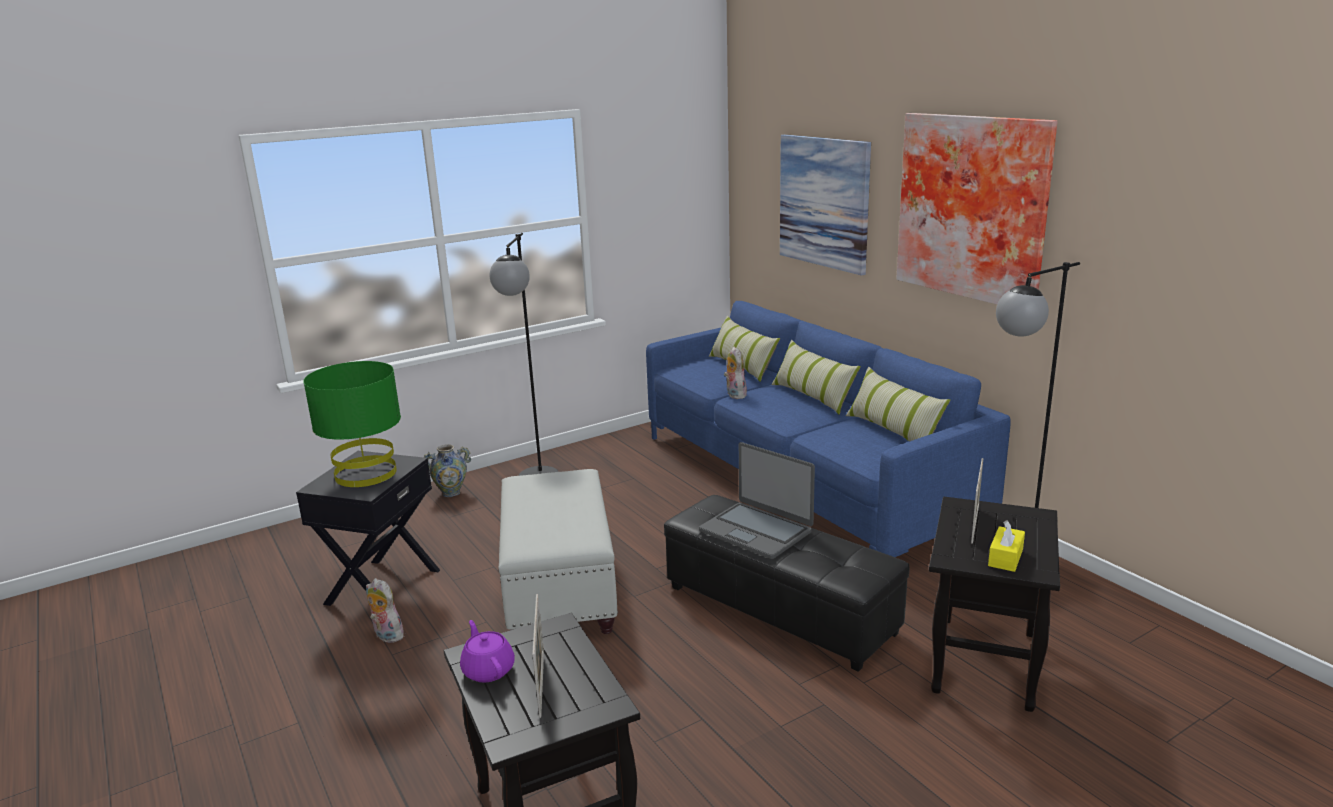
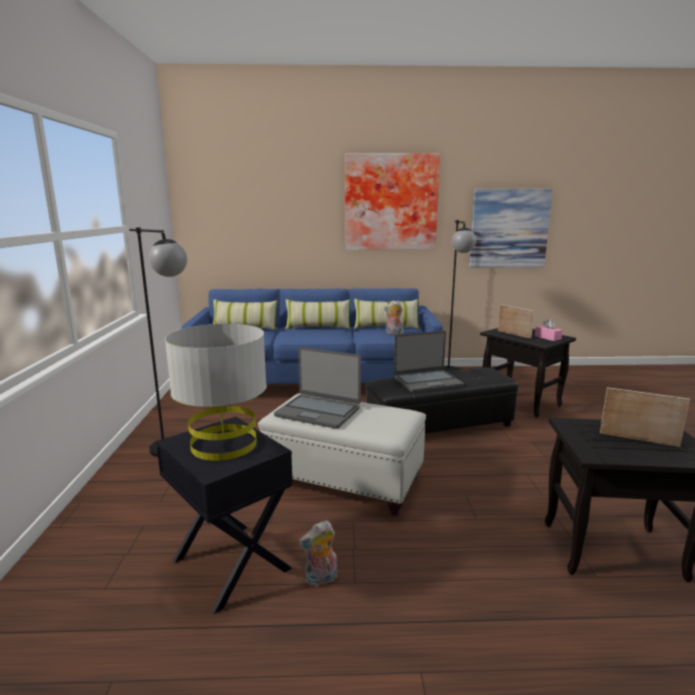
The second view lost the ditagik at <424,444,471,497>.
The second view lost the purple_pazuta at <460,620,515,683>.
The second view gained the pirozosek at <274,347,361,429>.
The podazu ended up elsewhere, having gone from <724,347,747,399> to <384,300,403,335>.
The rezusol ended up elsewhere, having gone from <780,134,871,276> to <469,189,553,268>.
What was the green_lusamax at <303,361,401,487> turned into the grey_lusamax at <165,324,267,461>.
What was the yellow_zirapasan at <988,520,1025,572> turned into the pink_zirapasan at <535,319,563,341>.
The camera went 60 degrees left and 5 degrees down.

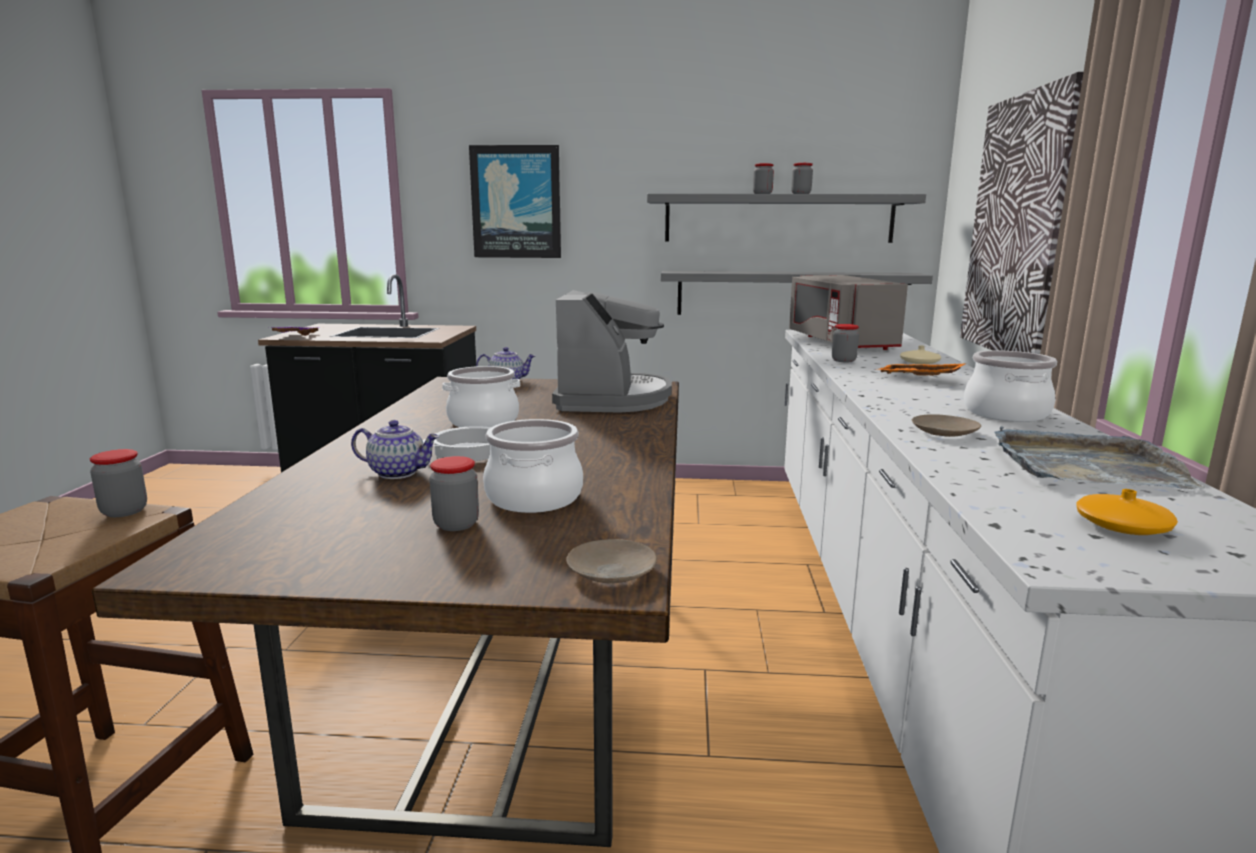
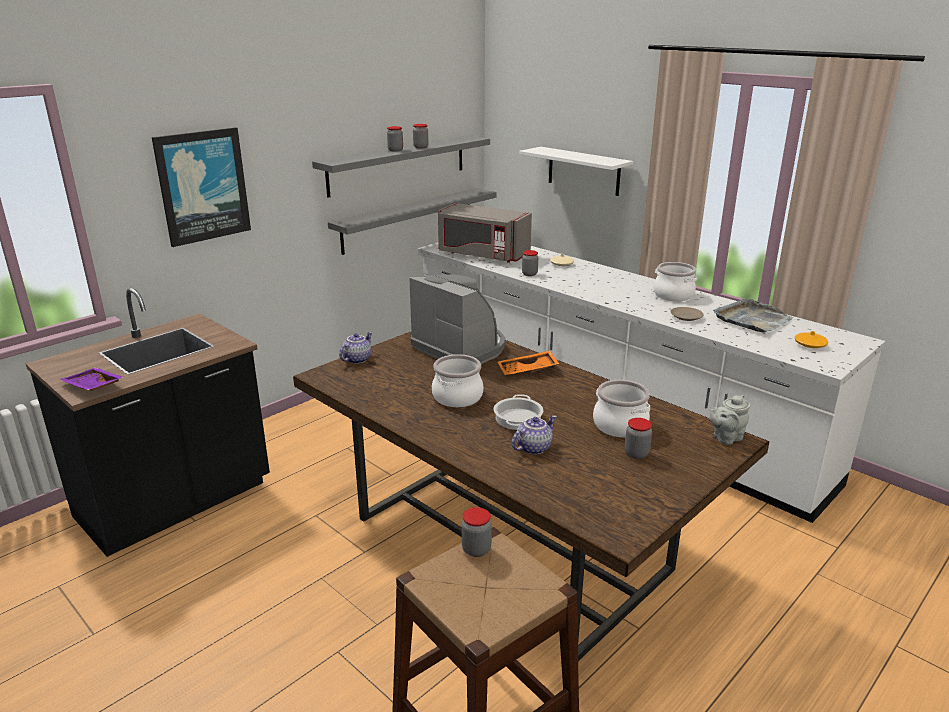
The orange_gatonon ended up elsewhere, having gone from <875,364,965,376> to <498,351,559,375>.
Where the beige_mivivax stood at <566,539,657,583>, the grey_pazuta came to stand at <710,395,750,445>.
Where the rezusol hung at <960,72,1084,354>, the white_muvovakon came to hang at <519,147,633,196>.
The camera went 50 degrees left and 10 degrees up.

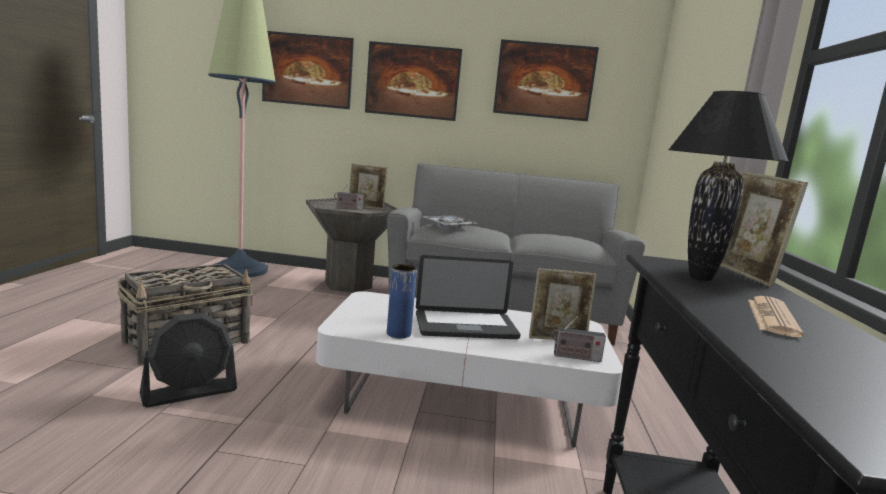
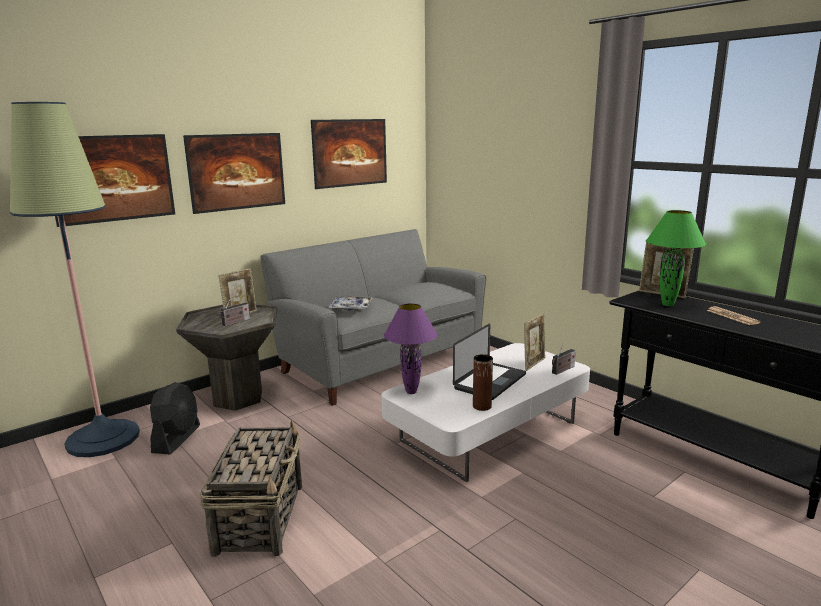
The second view gained the purple_lusamax at <384,303,437,394>.
The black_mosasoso ended up elsewhere, having gone from <140,312,237,407> to <150,382,200,455>.
What was the blue_ditagik at <387,264,417,338> turned into the brown_ditagik at <473,354,493,411>.
What was the black_lusamax at <668,91,789,281> turned into the green_lusamax at <646,210,706,306>.
The camera went 45 degrees left and 5 degrees up.

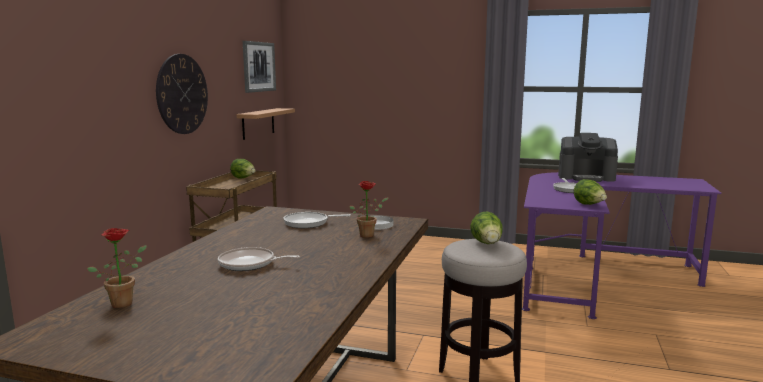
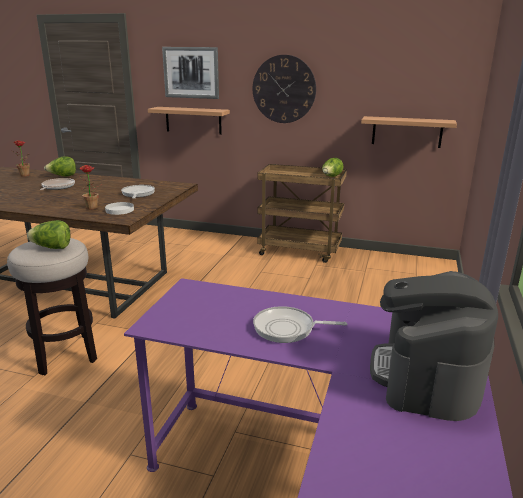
The second view gained the muvovakon at <148,107,230,135>.
The rezusol ended up elsewhere, having gone from <243,41,276,93> to <162,47,219,99>.
The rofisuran ended up elsewhere, having gone from <574,179,607,205> to <44,156,76,176>.
The camera went 90 degrees right and 10 degrees up.

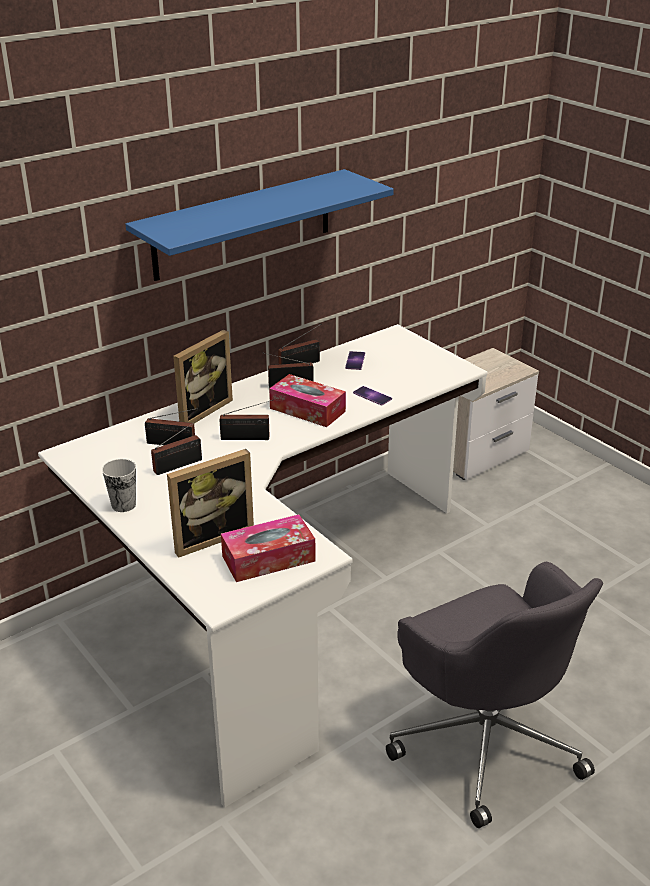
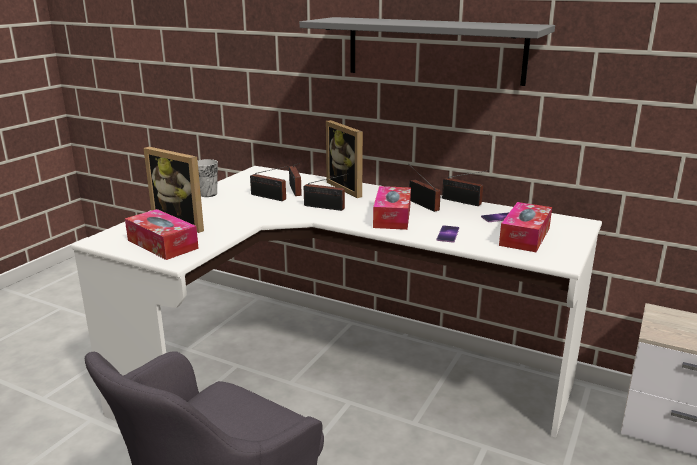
The second view gained the zirapasan at <499,202,552,252>.
What was the blue_muvovakon at <126,169,394,281> turned into the grey_muvovakon at <299,17,555,86>.
The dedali at <173,330,233,423> ended up facing another way, 45 degrees clockwise from before.
The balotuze at <220,399,274,440> ended up facing another way, 45 degrees counterclockwise from before.
The camera went 65 degrees right and 10 degrees down.

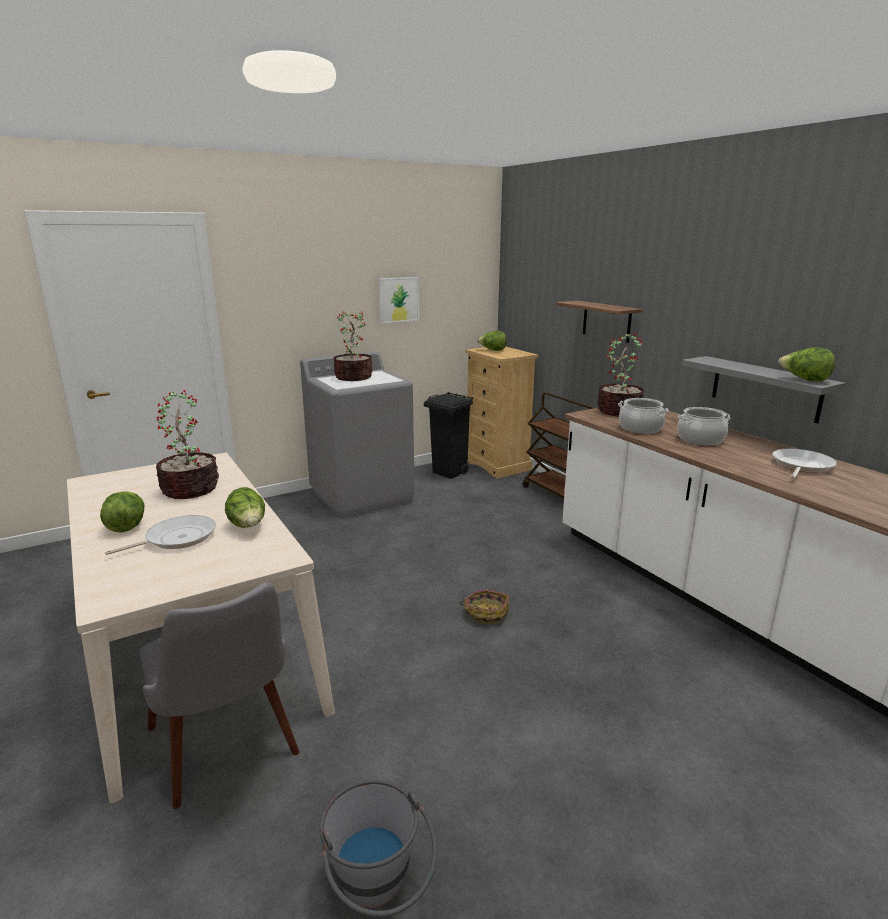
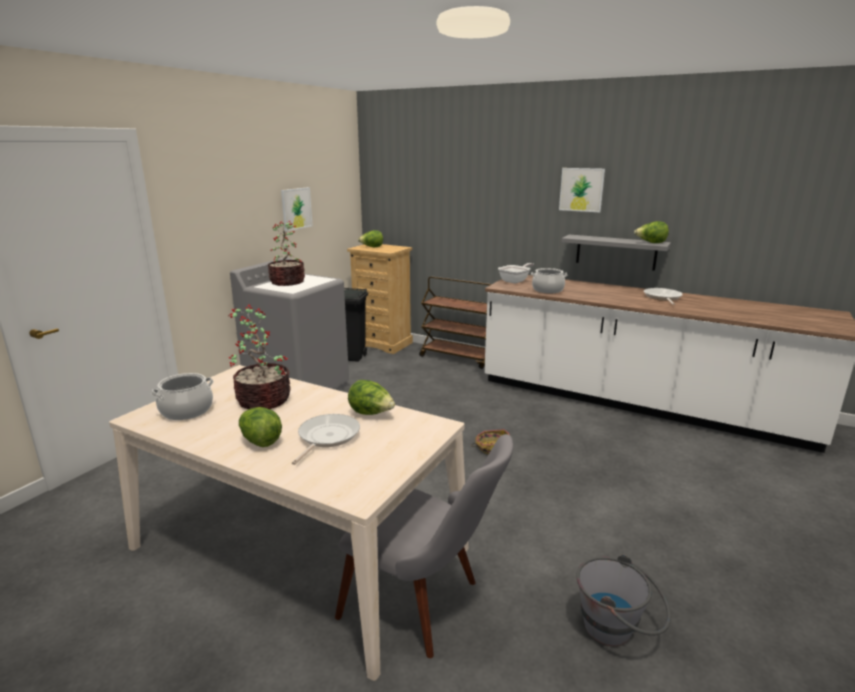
The second view lost the muvovakon at <556,301,643,343>.
The second view gained the rezusol at <559,168,605,212>.
The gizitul ended up elsewhere, having gone from <677,407,730,445> to <151,373,214,420>.
Where the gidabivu stood at <597,333,645,416>, the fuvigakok came to stand at <498,263,534,284>.
The camera went 30 degrees left and 0 degrees up.

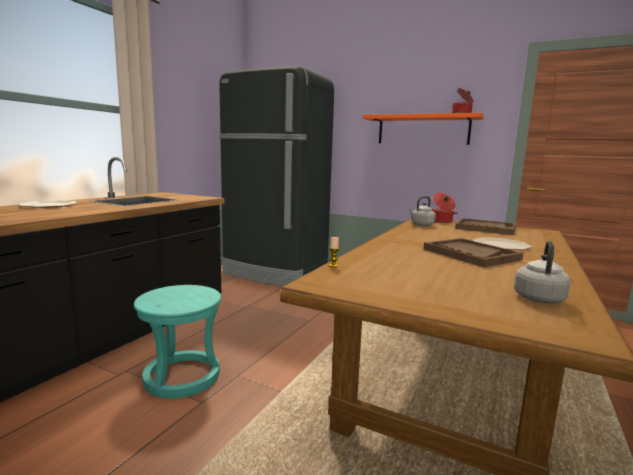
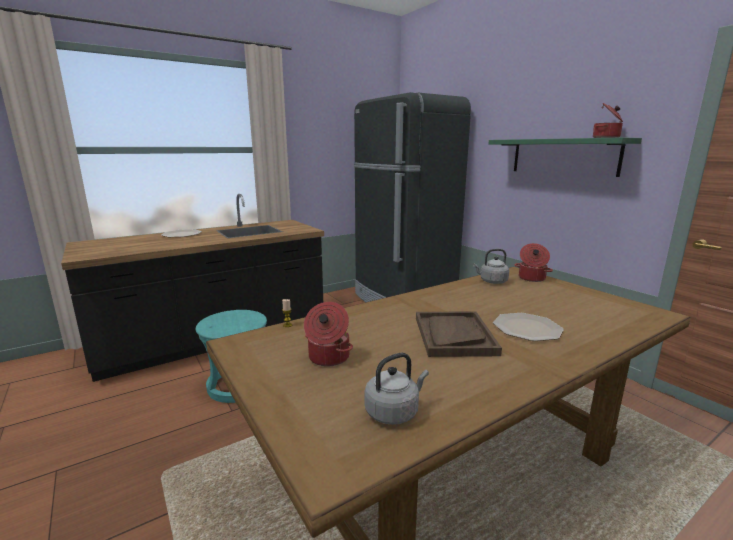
The second view lost the brown_gatonon at <455,218,516,235>.
The second view gained the gizitul at <304,302,353,366>.
What was the orange_muvovakon at <363,113,484,145> turned into the green_muvovakon at <489,137,642,177>.
The camera went 30 degrees right and 5 degrees up.

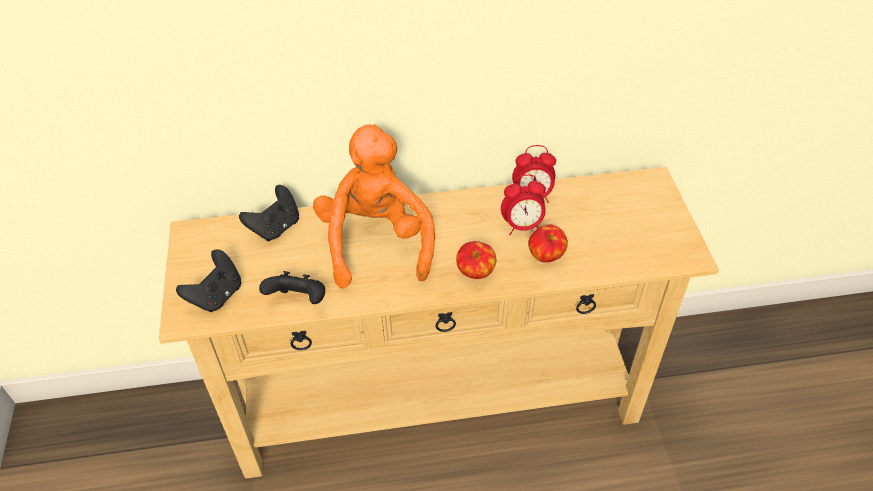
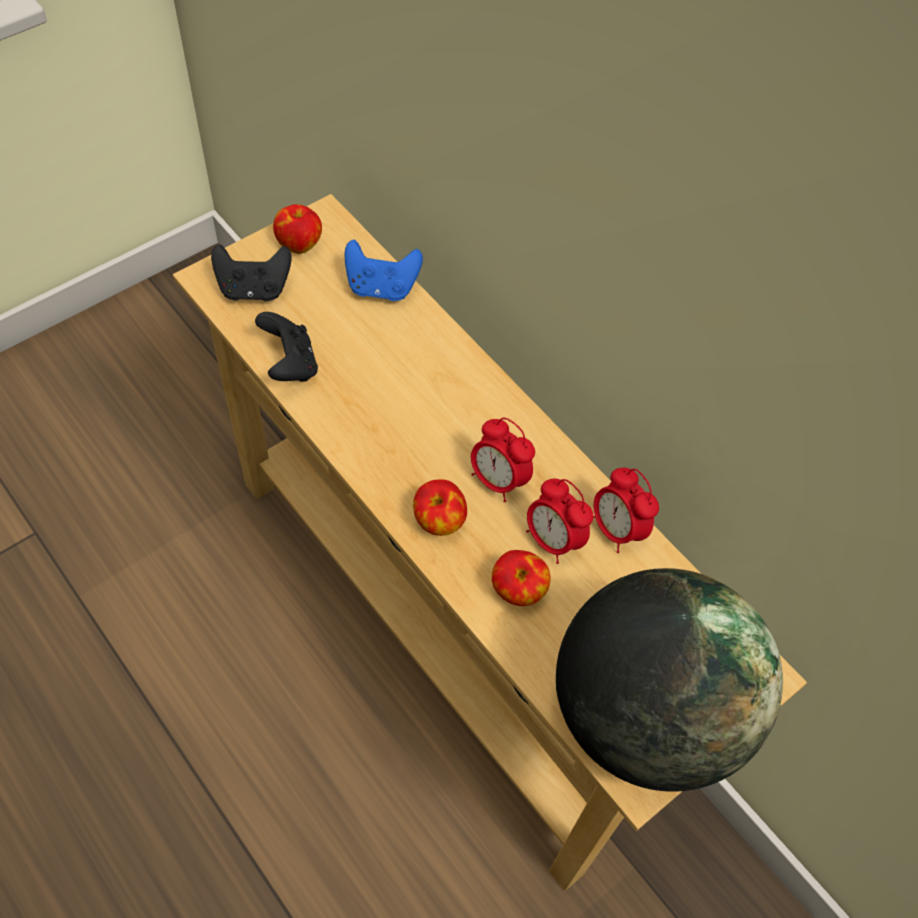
The second view lost the orange_podazu at <313,124,435,289>.
The second view gained the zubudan at <273,204,322,254>.
The second view gained the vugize at <471,418,535,502>.
The second view gained the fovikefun at <556,568,783,792>.
What was the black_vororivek at <239,185,299,241> turned into the blue_vororivek at <344,240,423,301>.
The camera went 55 degrees right and 10 degrees up.

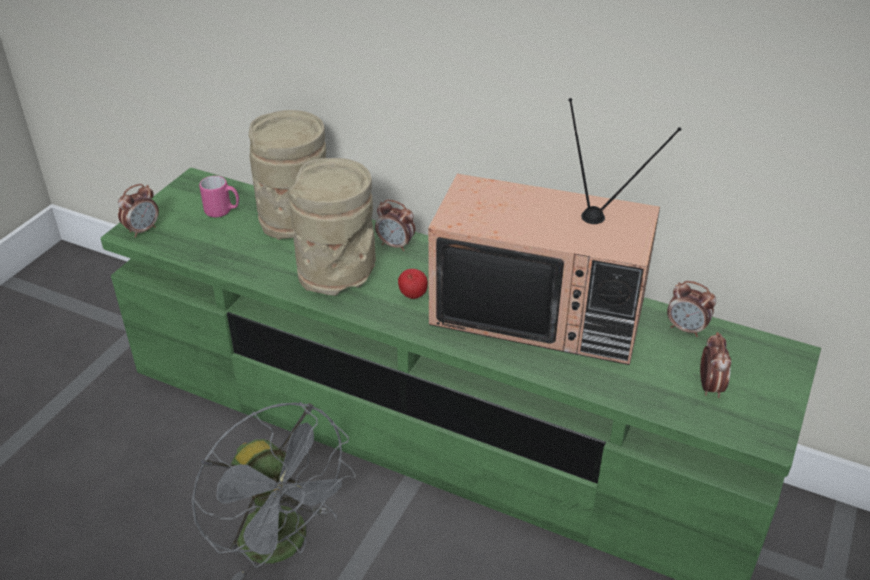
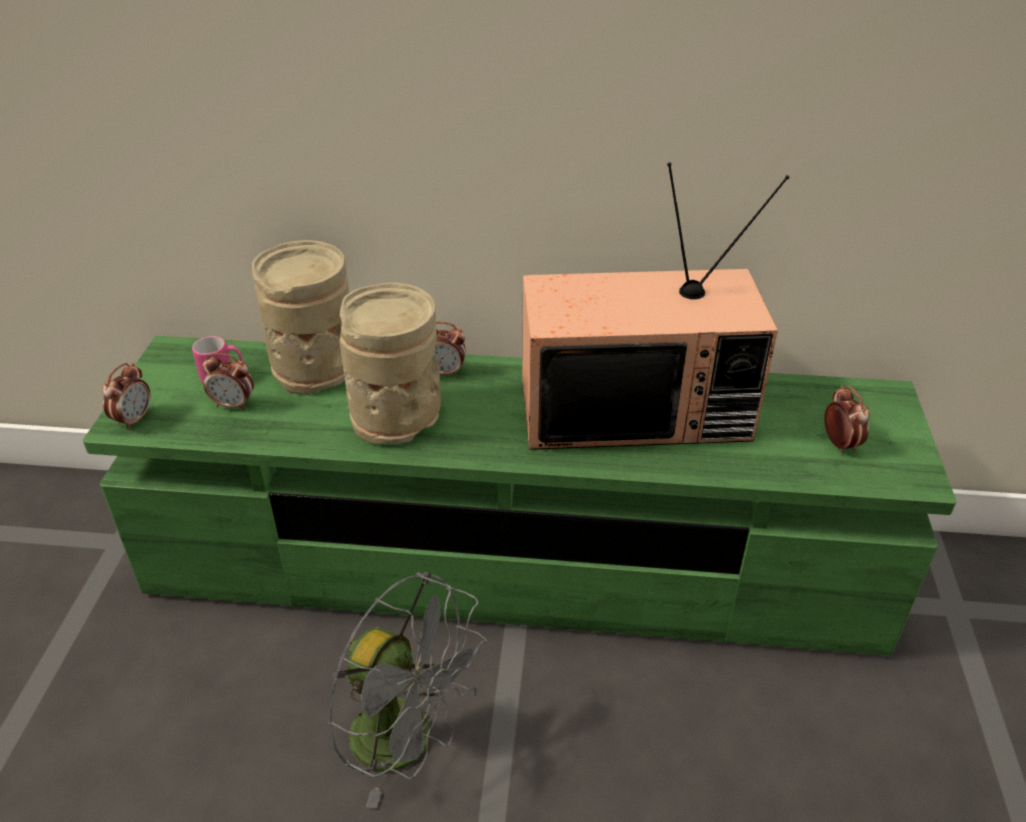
The second view lost the zubudan at <398,269,428,299>.
The vugize ended up elsewhere, having gone from <667,281,716,337> to <202,353,254,411>.
The camera went 20 degrees left and 0 degrees up.

